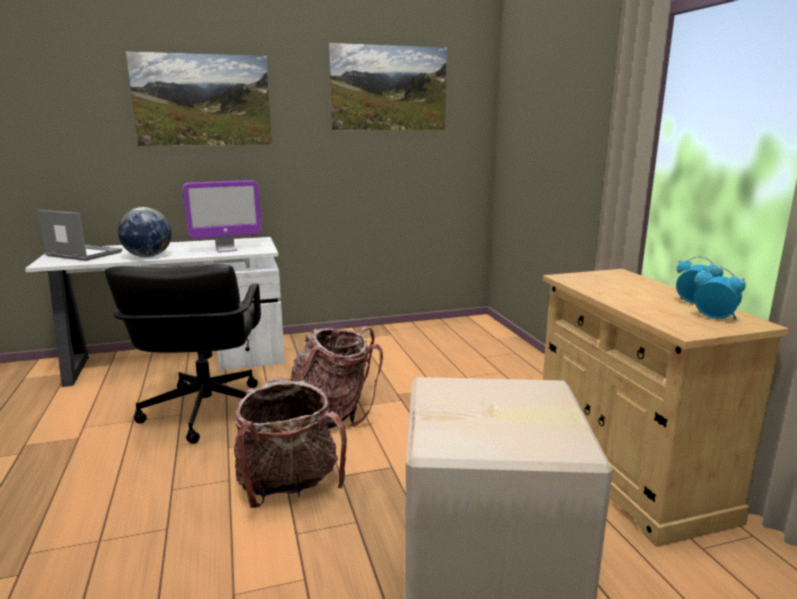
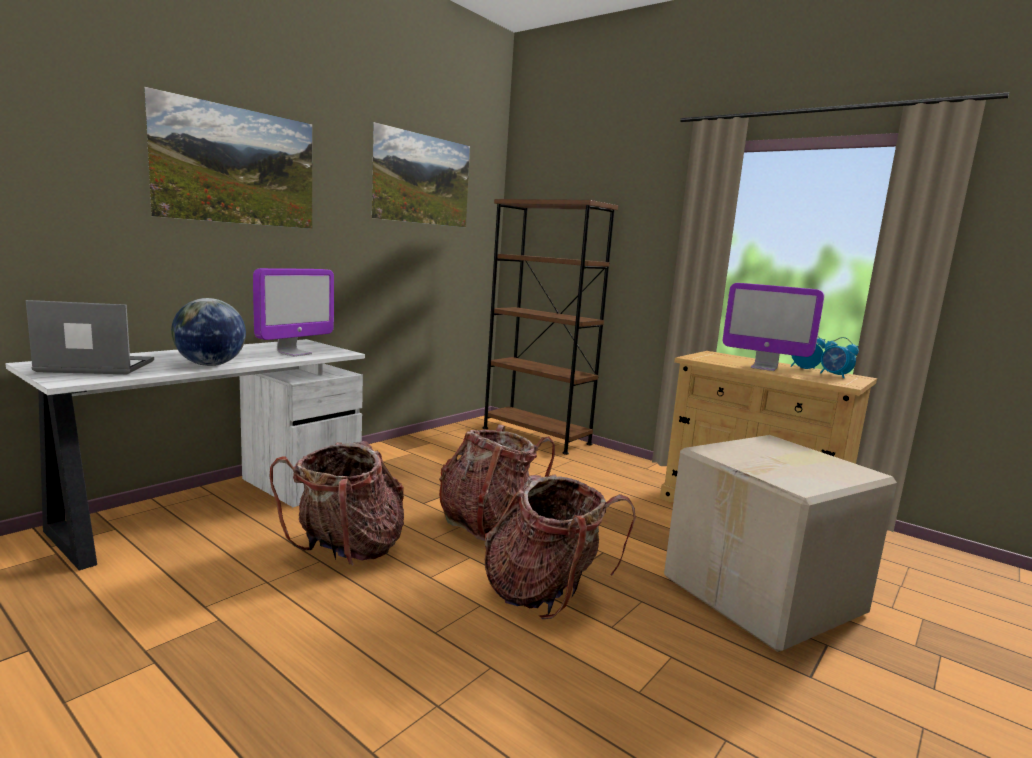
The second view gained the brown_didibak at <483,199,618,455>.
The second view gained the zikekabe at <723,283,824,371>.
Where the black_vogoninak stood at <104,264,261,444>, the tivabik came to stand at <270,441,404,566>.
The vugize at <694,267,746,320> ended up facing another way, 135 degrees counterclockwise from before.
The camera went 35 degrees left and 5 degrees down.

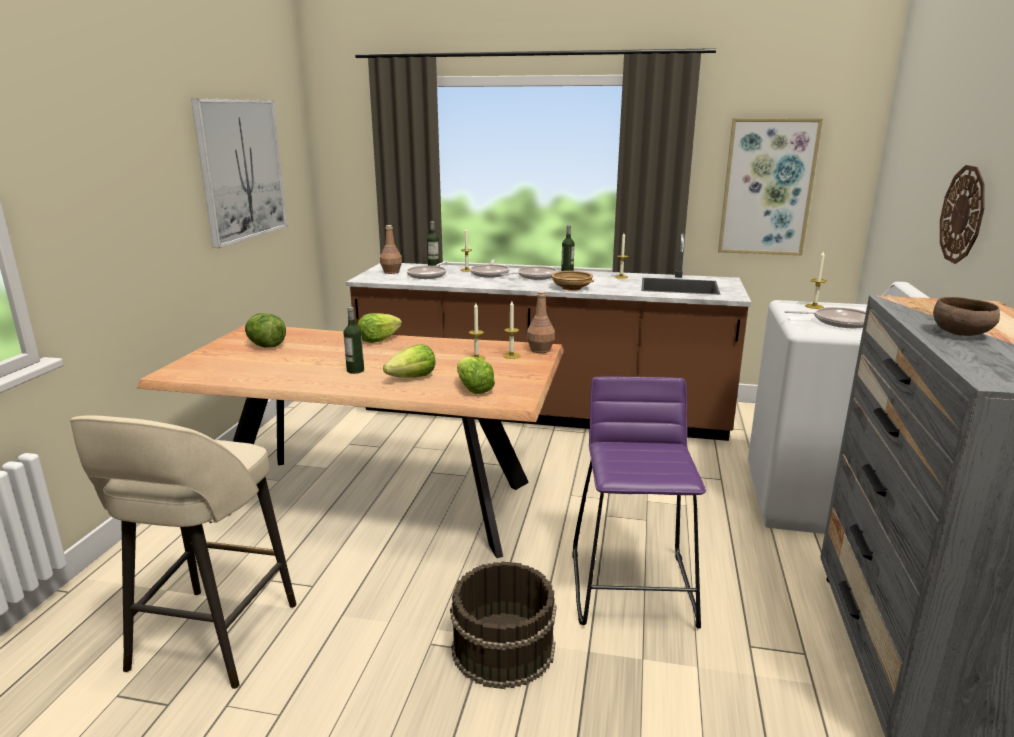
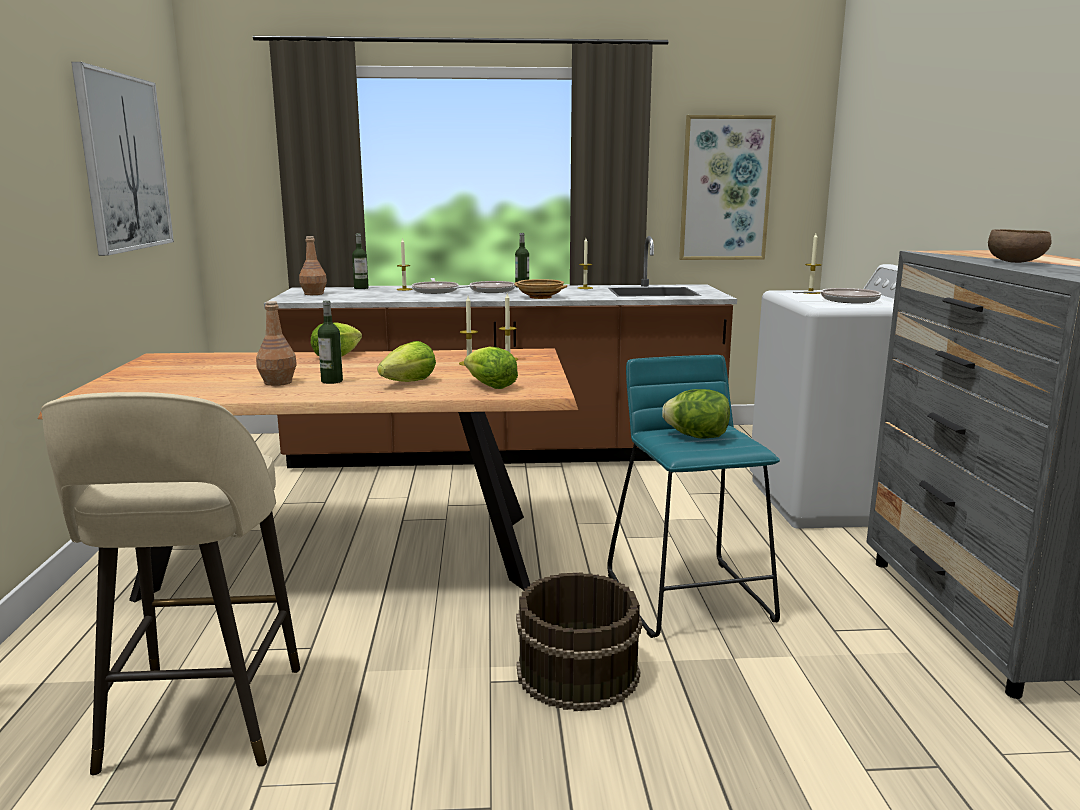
The second view lost the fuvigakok at <406,261,447,279>.
The second view lost the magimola at <940,165,985,264>.
The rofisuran ended up elsewhere, having gone from <245,313,286,347> to <662,389,730,439>.
The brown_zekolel ended up elsewhere, having gone from <527,291,555,353> to <256,301,297,386>.
What was the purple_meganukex at <572,377,706,629> turned into the turquoise_meganukex at <607,355,780,638>.
The camera went 15 degrees left and 5 degrees down.

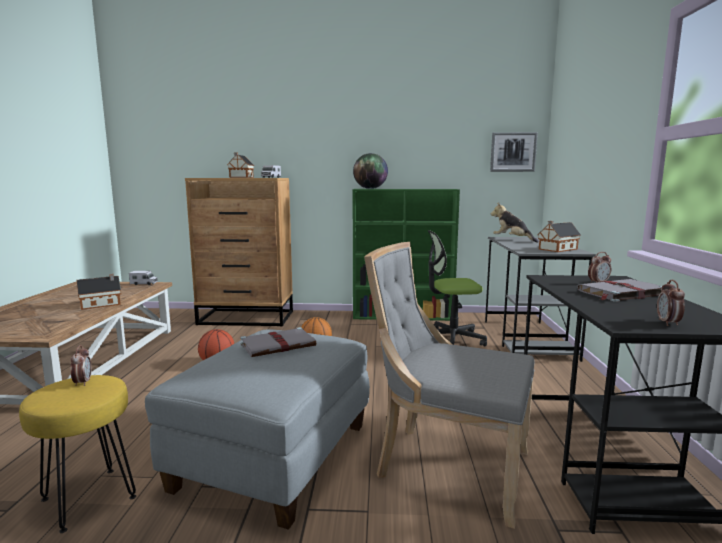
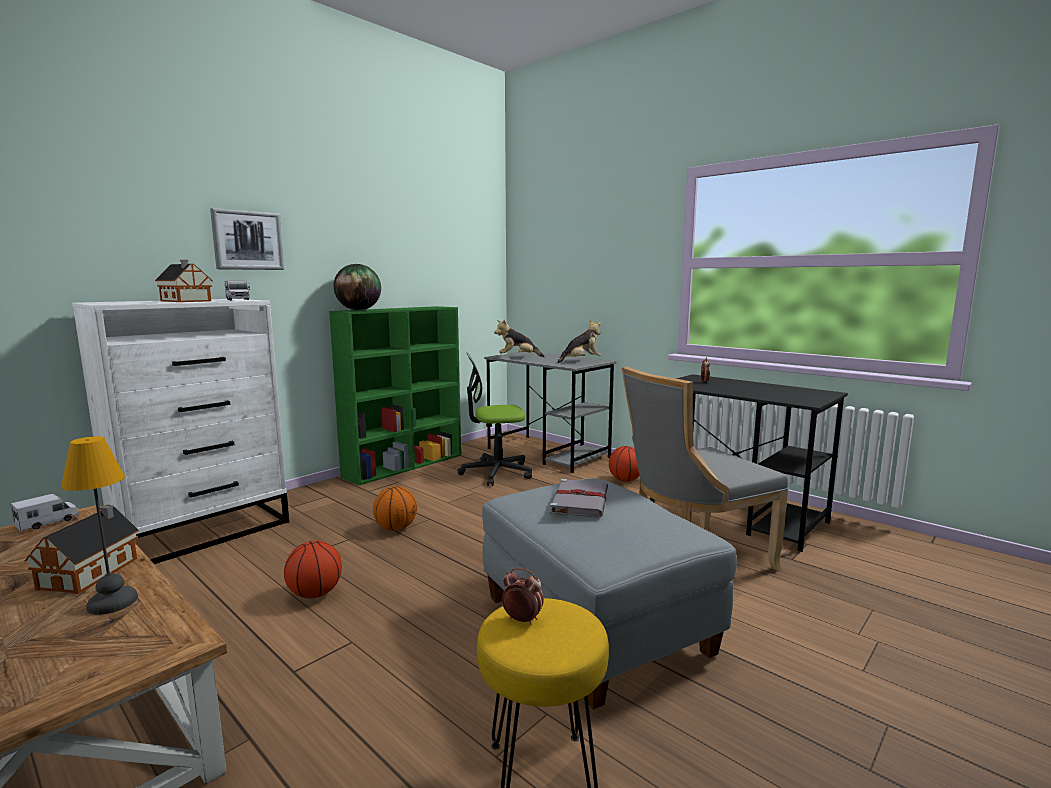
The second view lost the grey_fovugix at <577,279,662,302>.
The second view lost the vugize at <657,280,685,326>.
The second view gained the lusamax at <61,436,138,615>.
The second view gained the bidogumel at <609,446,640,482>.
The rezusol ended up elsewhere, having gone from <490,132,538,172> to <210,208,284,270>.
Where the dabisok stood at <538,221,581,252>, the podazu came to stand at <557,320,602,363>.
What was the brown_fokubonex at <185,178,293,326> turned into the white_fokubonex at <72,299,289,564>.
The vogoninak at <428,230,487,347> ended up facing another way, 45 degrees clockwise from before.
The camera went 50 degrees left and 0 degrees up.

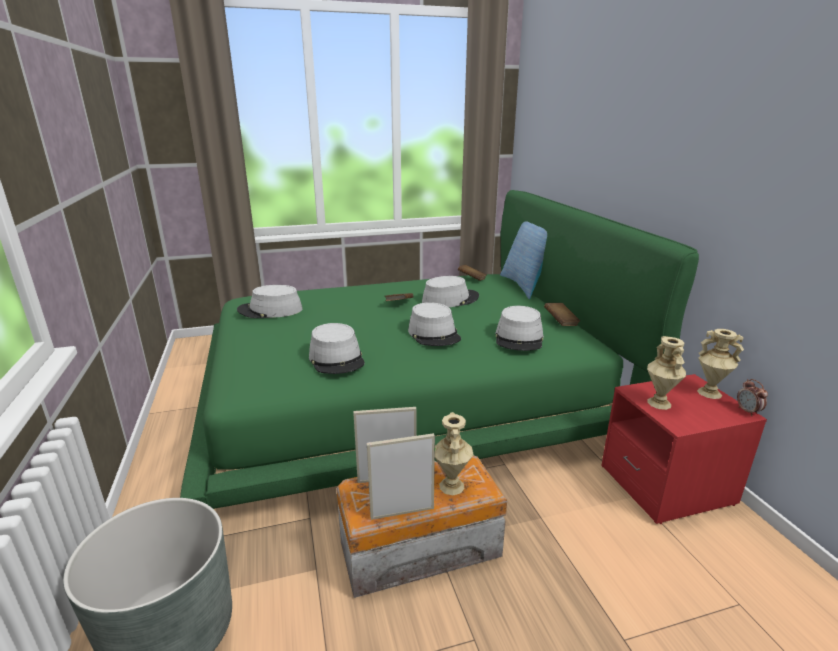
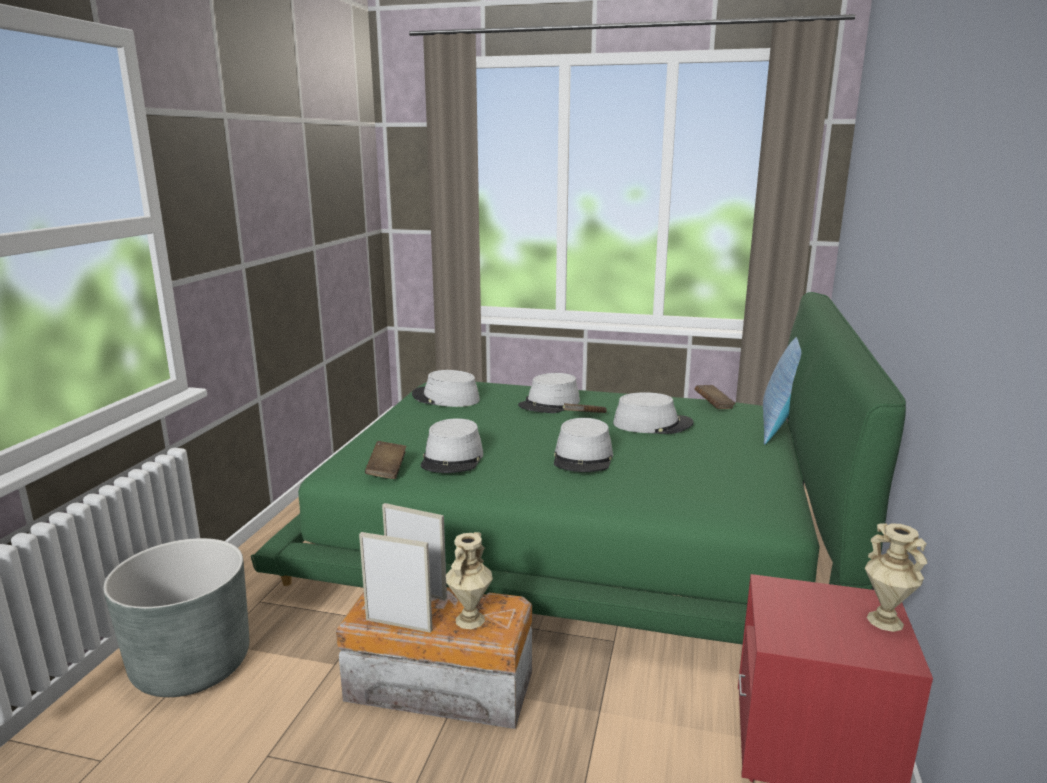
The second view lost the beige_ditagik at <647,336,686,410>.
The second view lost the vugize at <737,379,768,416>.
The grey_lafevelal ended up elsewhere, having gone from <495,306,544,351> to <518,373,580,413>.
The brown_fovugix ended up elsewhere, having gone from <544,303,580,326> to <365,441,406,479>.
The camera went 30 degrees right and 5 degrees down.

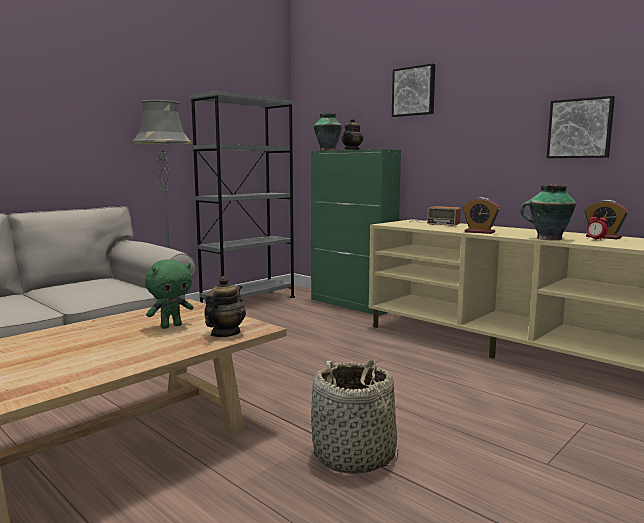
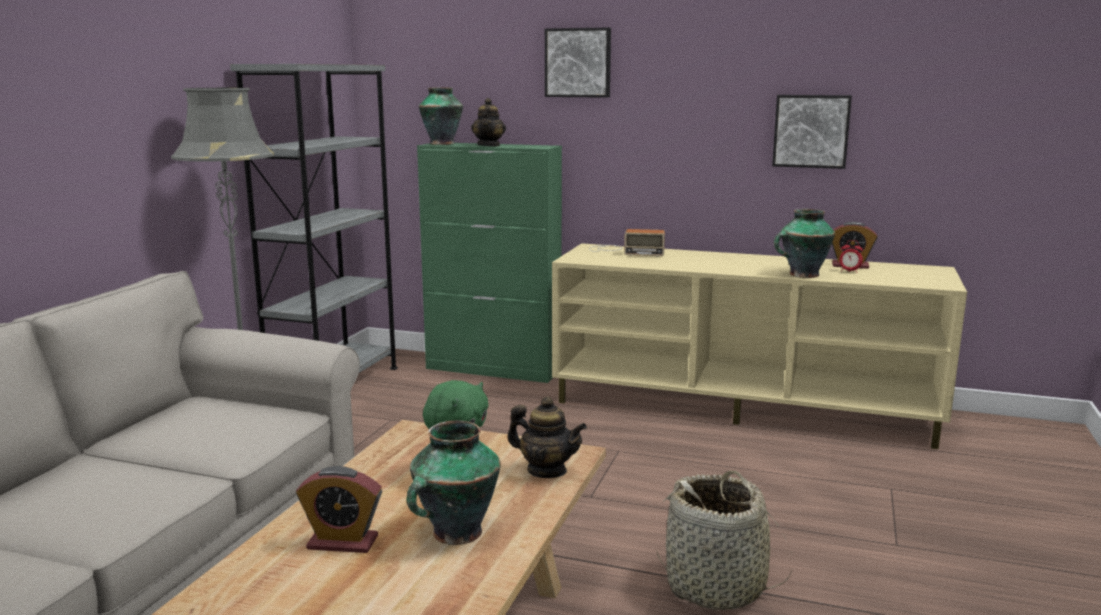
The second view gained the ditagik at <407,421,501,545>.
The vugize ended up elsewhere, having gone from <463,197,500,234> to <296,466,382,553>.
The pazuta at <204,276,246,337> ended up facing another way, 120 degrees clockwise from before.
The camera went 25 degrees left and 5 degrees up.

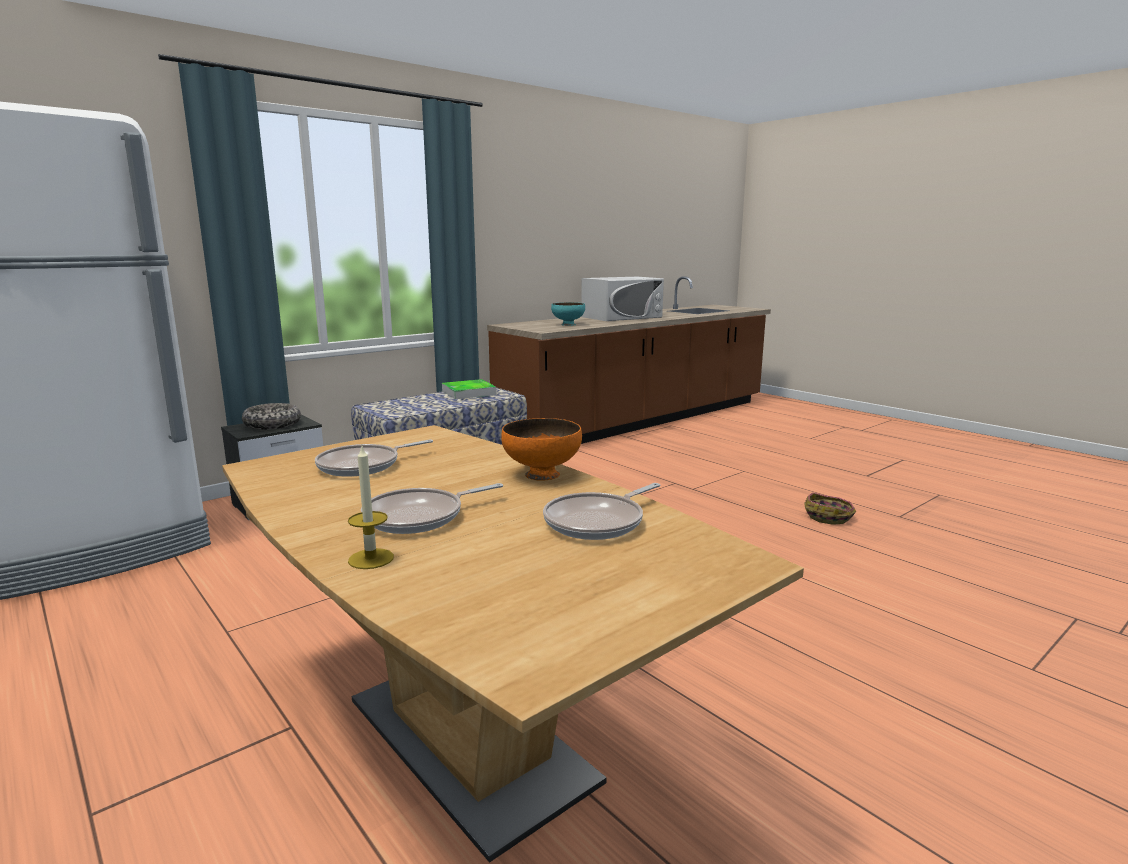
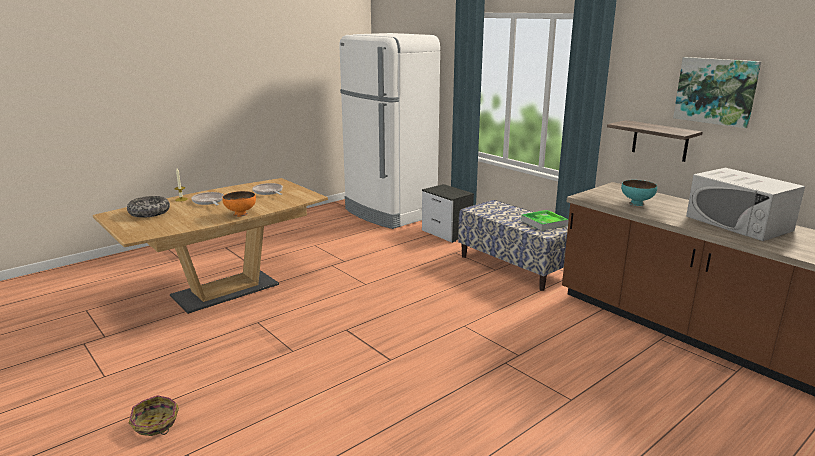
The second view lost the fuvigakok at <543,483,660,540>.
The second view gained the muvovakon at <607,120,703,162>.
The second view gained the rezusol at <673,57,761,128>.
The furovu ended up elsewhere, having gone from <242,403,301,430> to <127,196,170,218>.
The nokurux ended up elsewhere, having gone from <804,492,856,525> to <129,395,179,436>.
The camera went 90 degrees right and 5 degrees up.

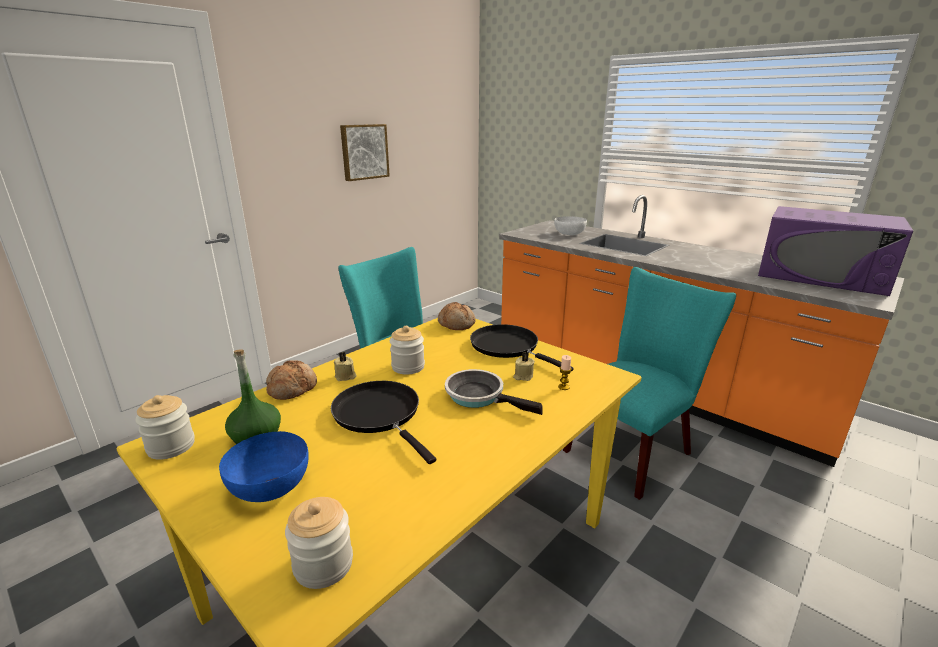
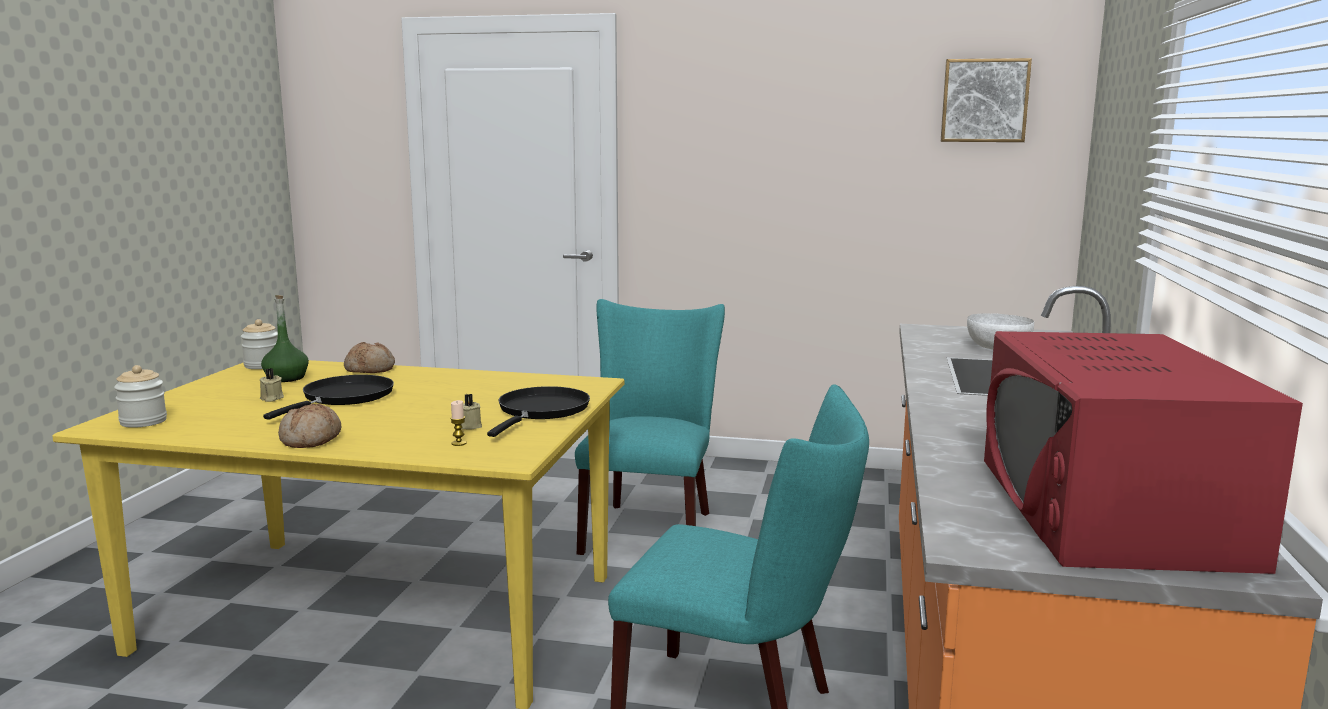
The second view lost the blue_furovu at <219,431,309,502>.
The second view lost the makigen at <390,326,425,375>.
The second view lost the fuvigakok at <445,369,543,415>.
The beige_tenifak ended up elsewhere, having gone from <334,352,357,381> to <260,368,284,402>.
The rezusol ended up elsewhere, having gone from <340,124,390,181> to <941,58,1032,142>.
The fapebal ended up elsewhere, having gone from <438,302,476,330> to <278,404,341,448>.
What was the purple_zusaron at <758,206,913,296> turned into the red_zusaron at <984,331,1303,574>.
The camera went 60 degrees right and 10 degrees down.

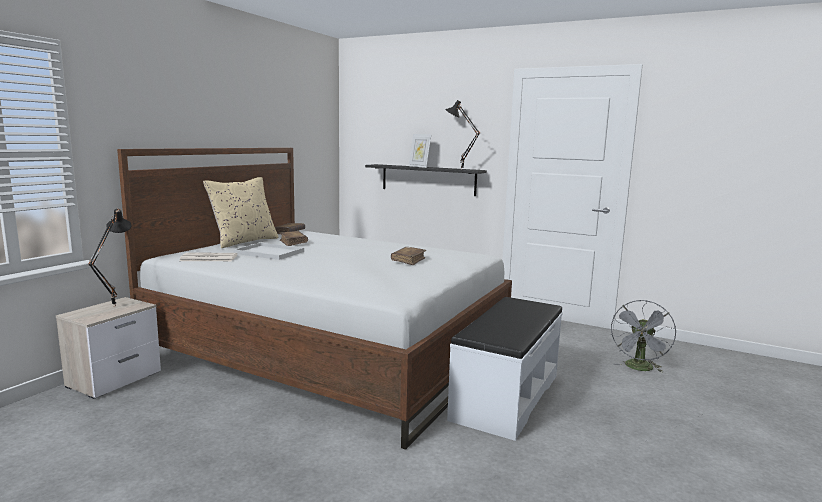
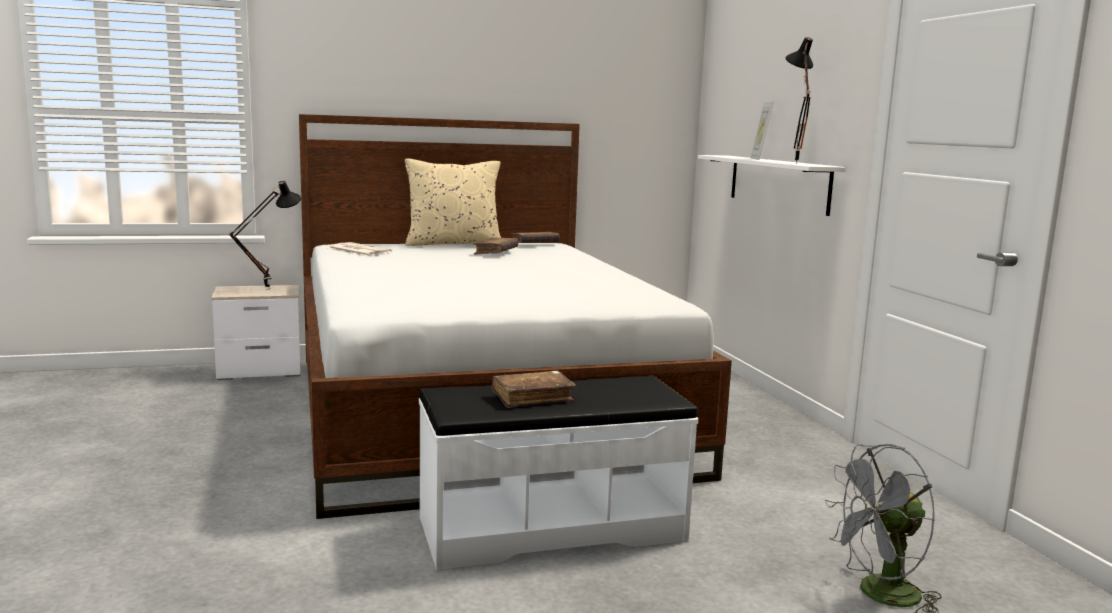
The second view lost the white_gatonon at <234,243,304,260>.
The brown_fovugix ended up elsewhere, having gone from <391,247,426,265> to <492,370,576,408>.
What was the black_muvovakon at <365,164,487,196> turned into the white_muvovakon at <698,155,845,216>.
The camera went 45 degrees right and 0 degrees up.

